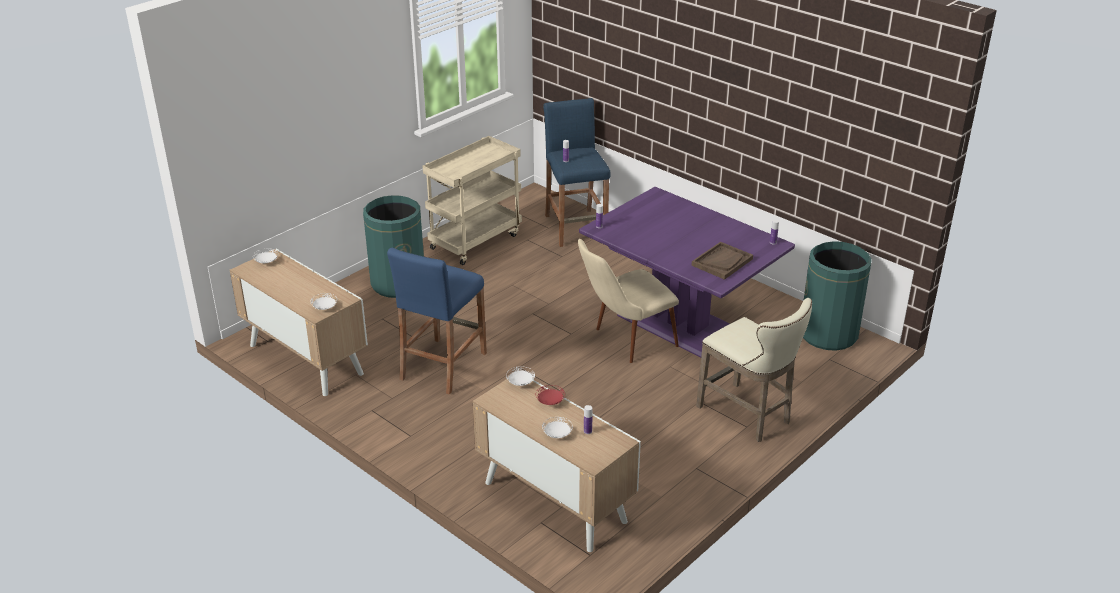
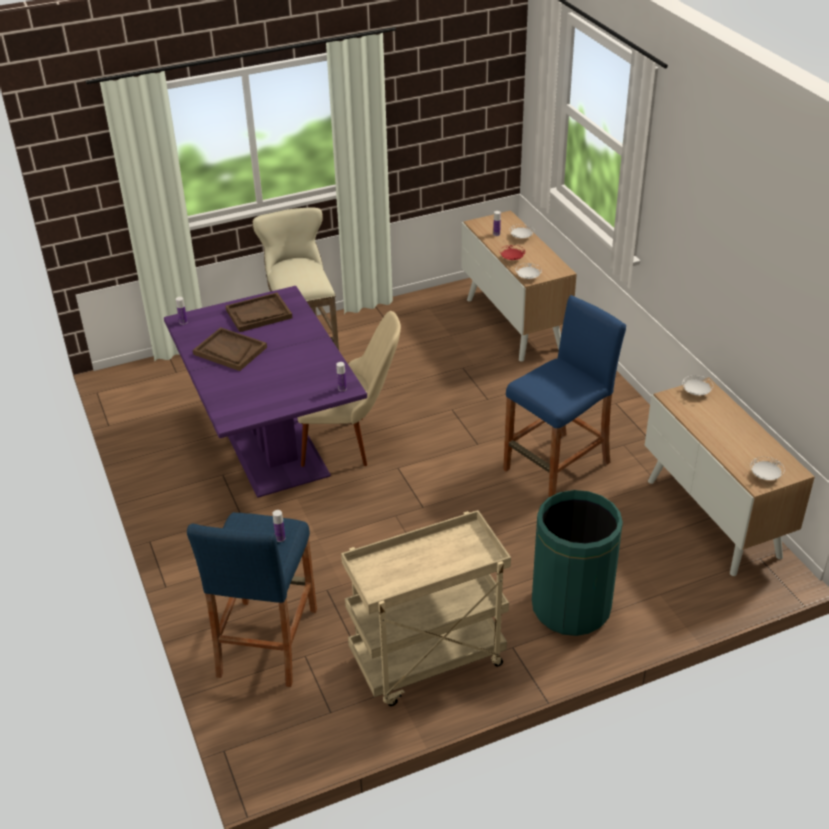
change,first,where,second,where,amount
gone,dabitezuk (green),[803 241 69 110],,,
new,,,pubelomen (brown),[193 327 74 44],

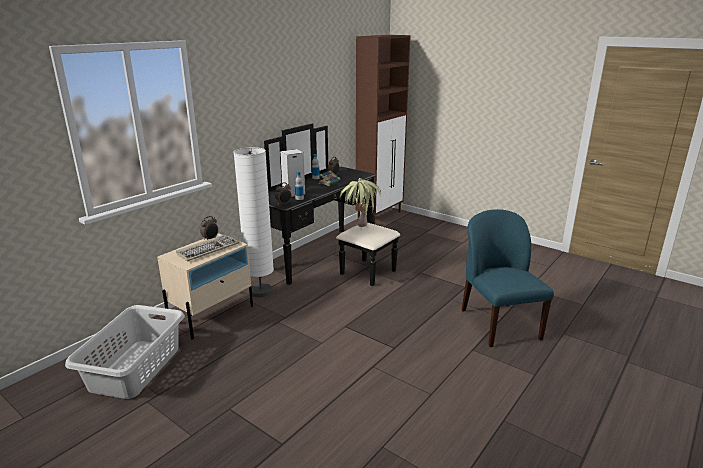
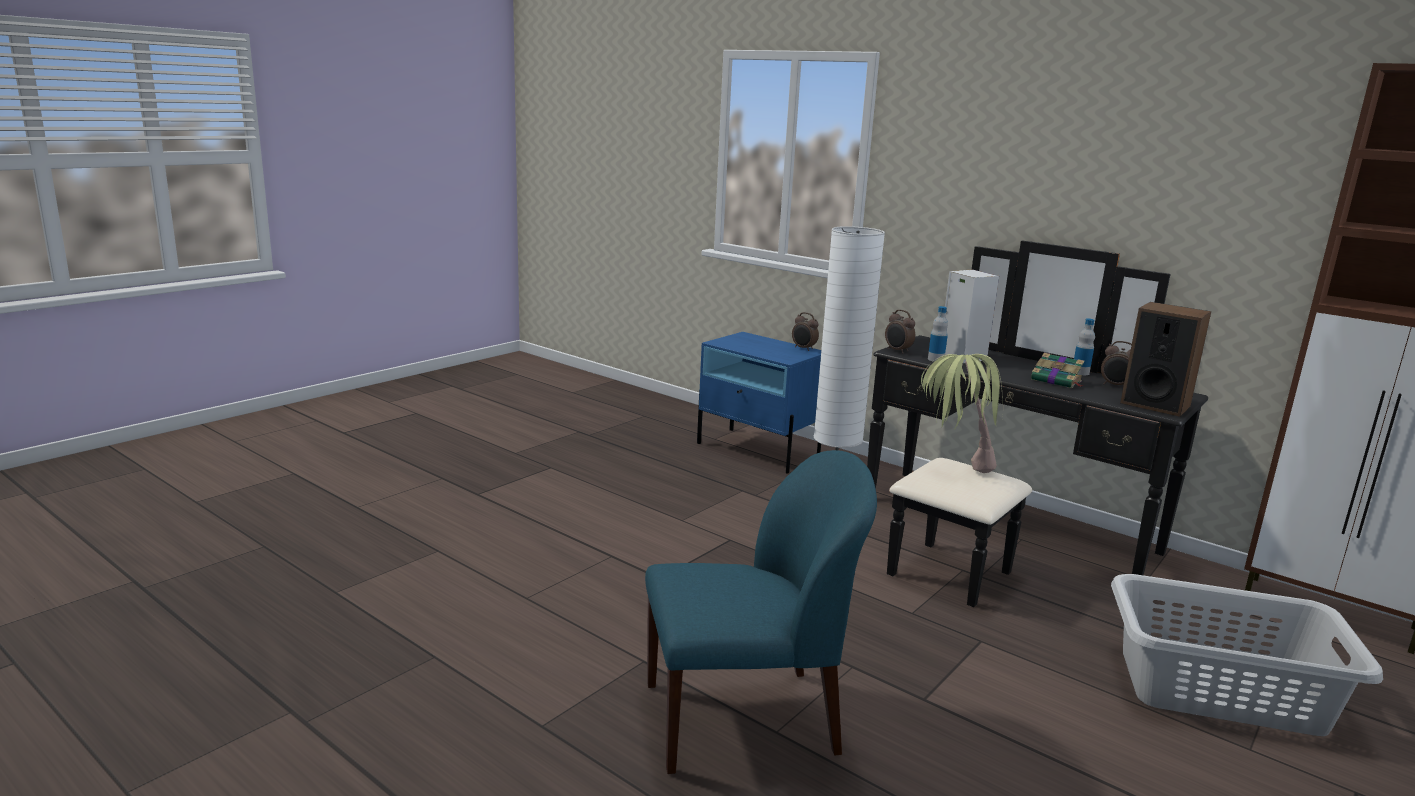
change,first,where,second,where,amount
repainted,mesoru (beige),[157 233 96 107],mesoru (blue),[697 332 124 141],
gone,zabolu,[176 234 64 27],,,
shifted,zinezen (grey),[65 305 120 94],,[1111 574 272 162],
new,,,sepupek,[1120 302 91 115],

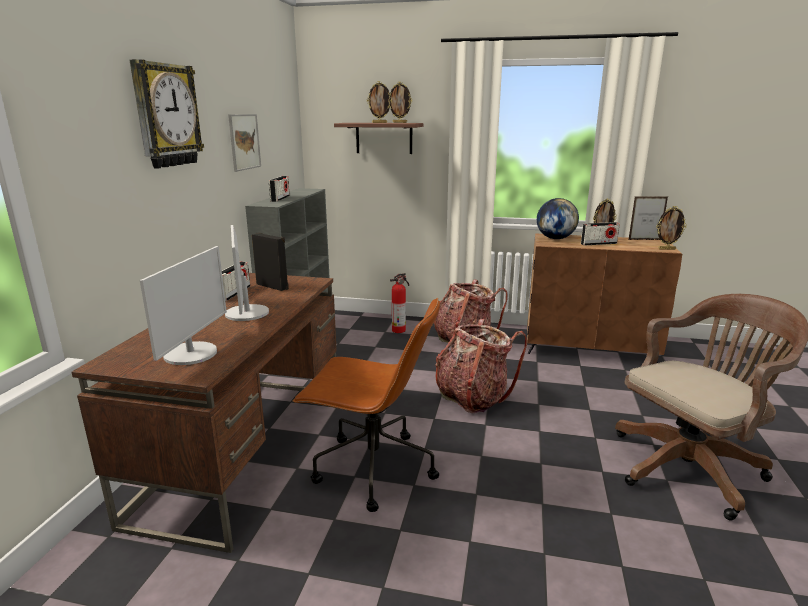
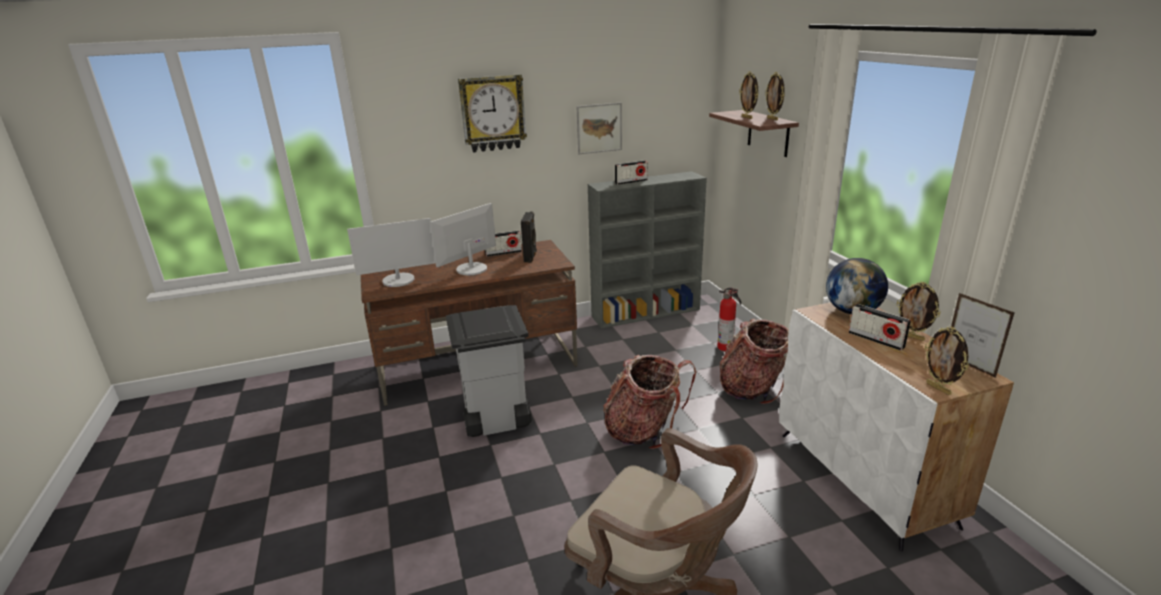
change,first,where,second,where,amount
repainted,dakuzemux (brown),[527 233 155 130],dakuzemux (white),[779 302 235 249],
swapped,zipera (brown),[293 298 147 214],dabitezuk (grey),[446 305 86 132],

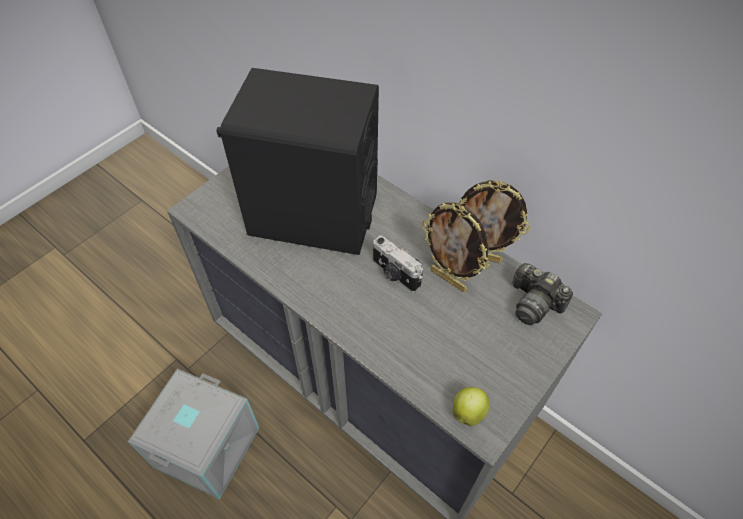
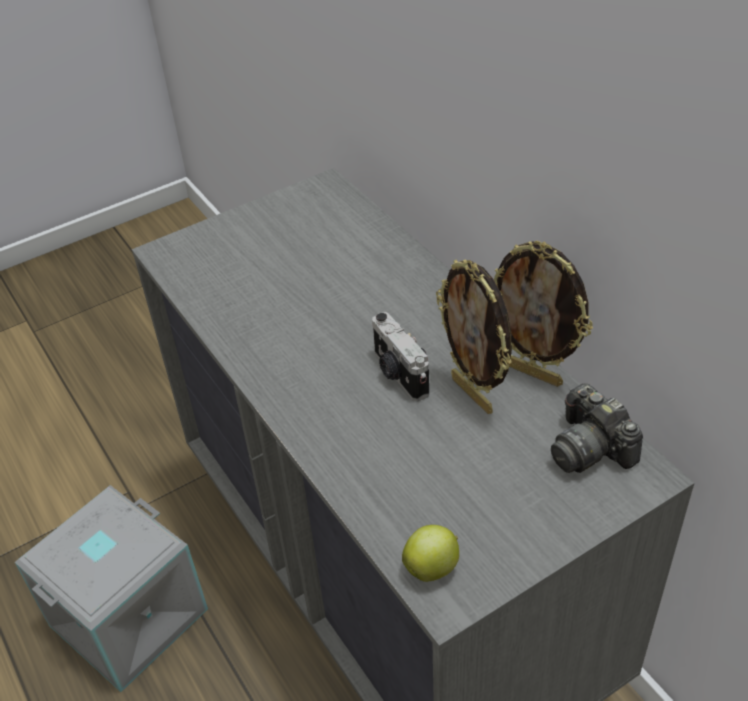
change,first,where,second,where,amount
gone,sepupek (black),[216 68 163 187],,,

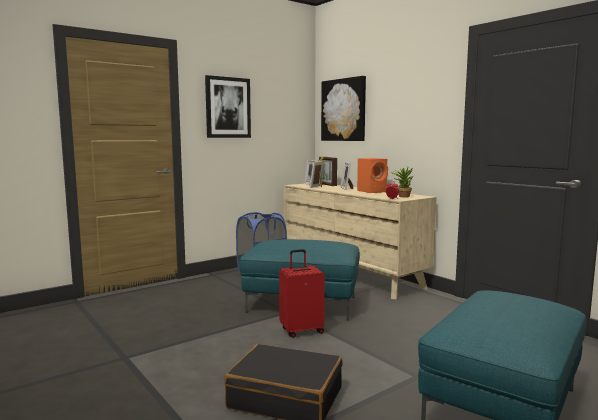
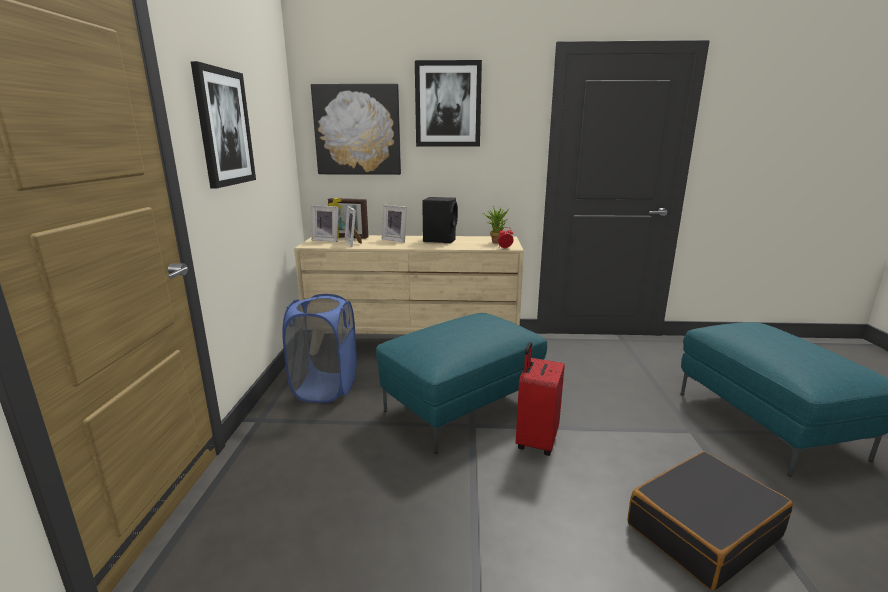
change,first,where,second,where,amount
repainted,sepupek (orange),[357 158 31 35],sepupek (black),[422 197 36 46],
new,,,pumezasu,[415 60 67 86],

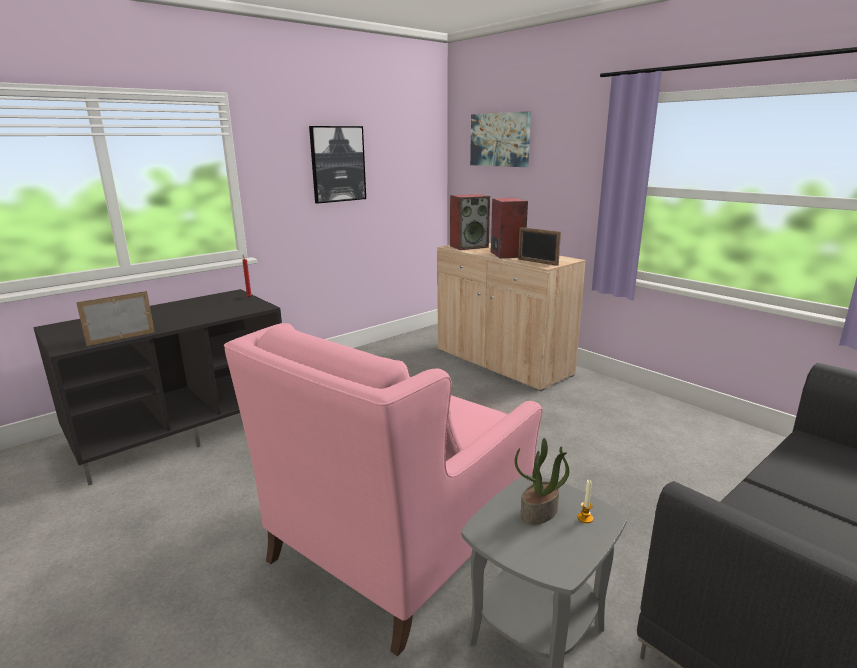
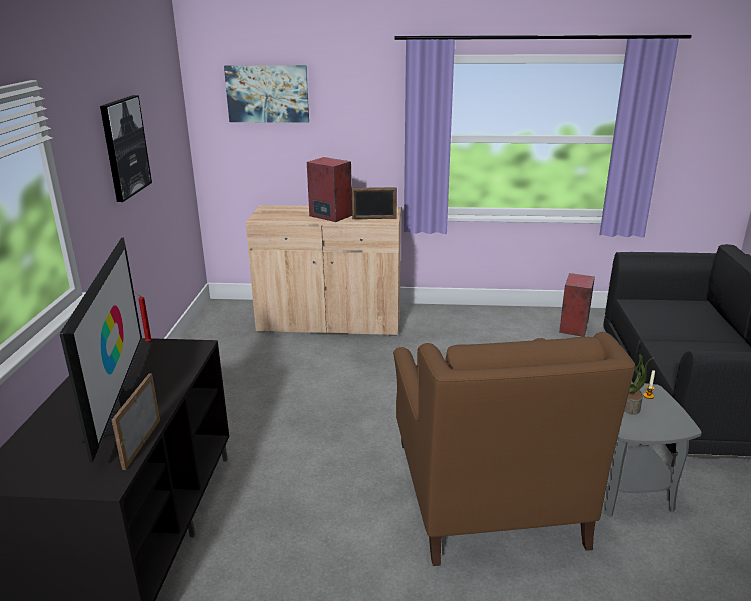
change,first,where,second,where,amount
shifted,sepupek,[450 194 40 56],,[559 273 36 64],
repainted,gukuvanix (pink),[224 323 319 333],gukuvanix (brown),[393 332 242 234],
new,,,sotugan,[60 238 85 225],

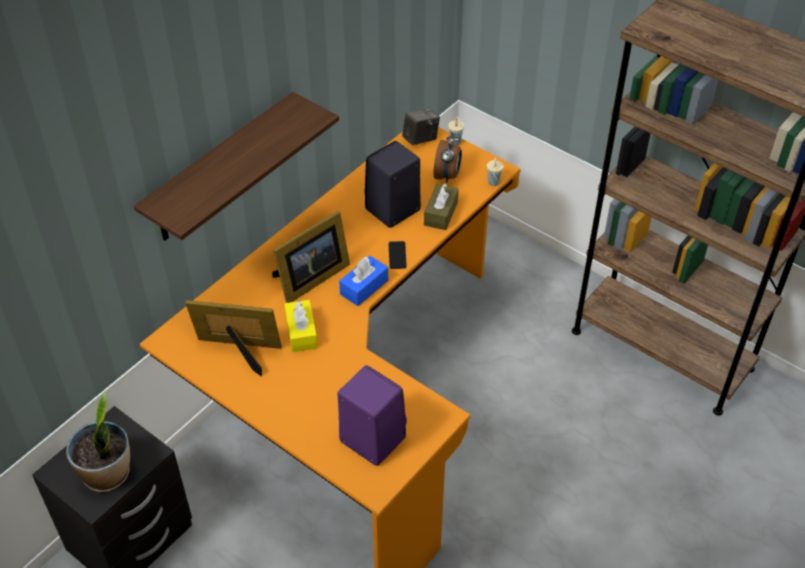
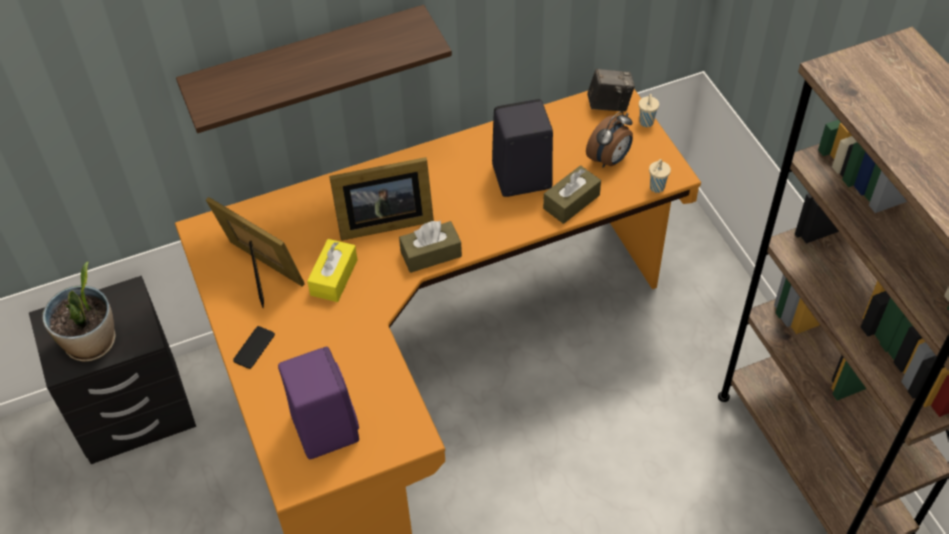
change,first,where,second,where,amount
shifted,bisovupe,[389 241 18 28],,[233 326 42 43],
repainted,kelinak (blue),[339 256 49 50],kelinak (brown),[399 220 63 53],

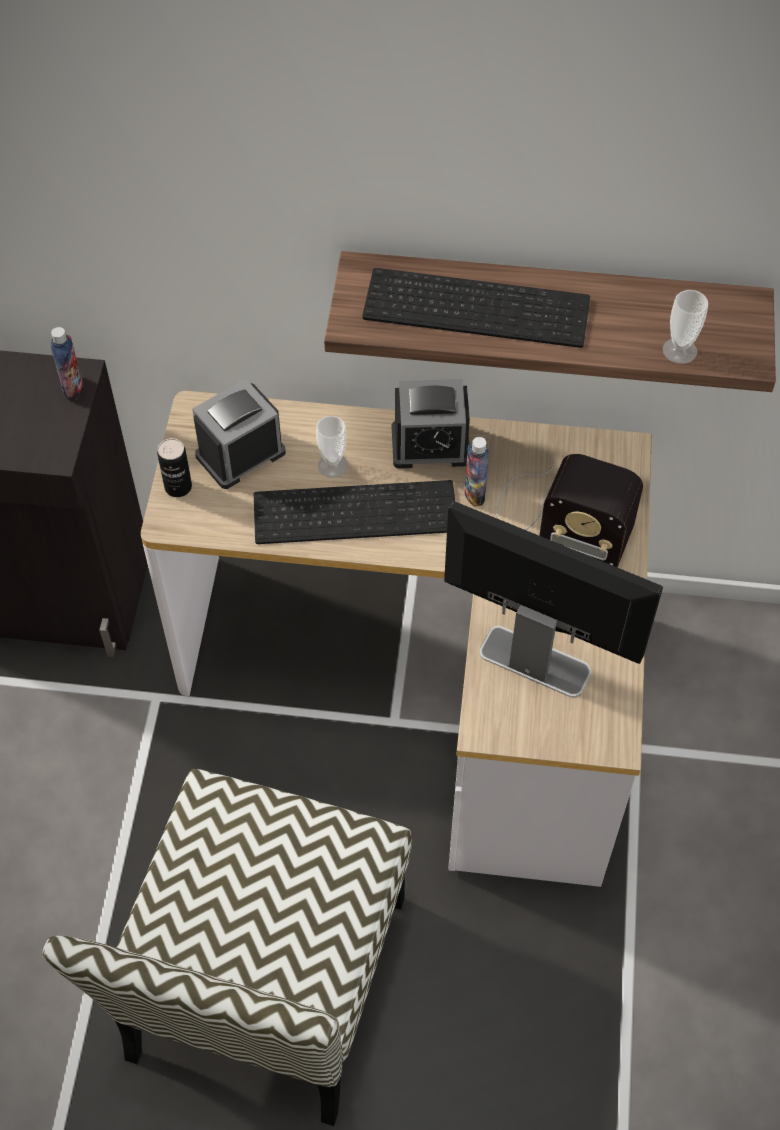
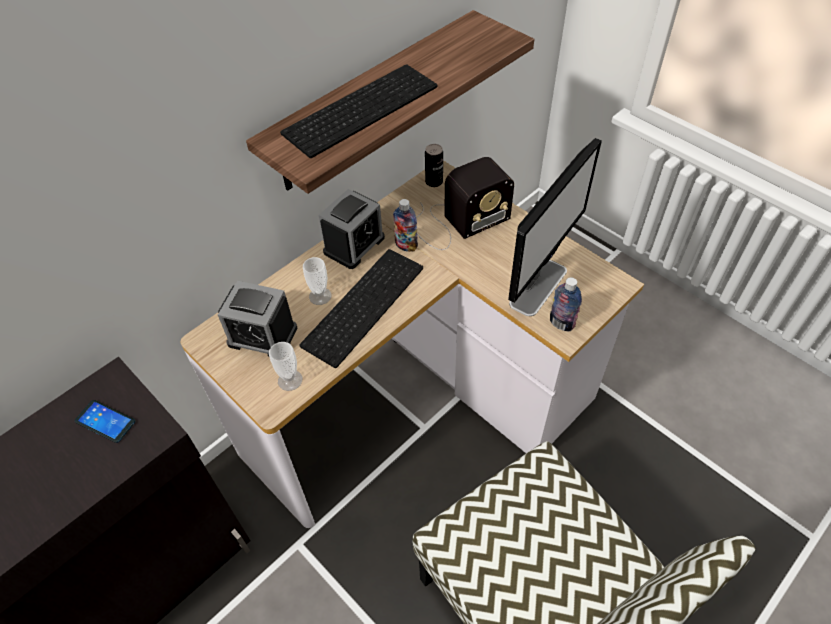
change,first,where,second,where,amount
shifted,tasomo,[663 290 45 74],,[269 342 33 49],
shifted,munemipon,[50 327 33 73],,[550 277 32 55],
rotated,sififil,[192 378 94 111],,[218 281 79 76],75 degrees counterclockwise
shifted,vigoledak,[157 438 35 59],,[425 144 18 43],
rotated,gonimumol,[444 501 219 196],,[508 138 94 178],150 degrees clockwise
new,,,bisovupe,[75 400 60 43],

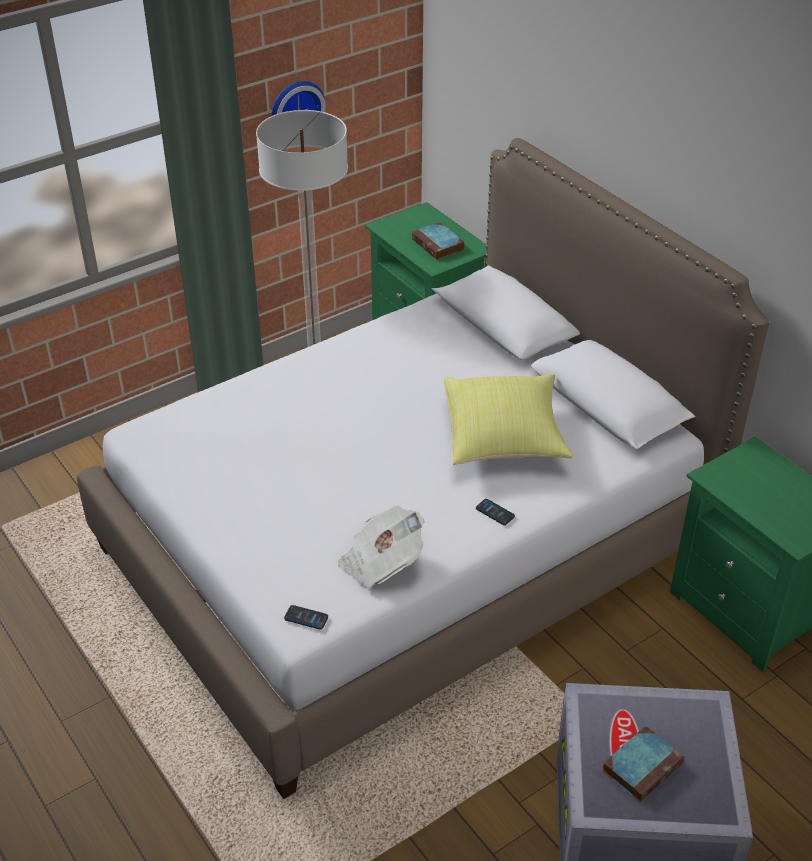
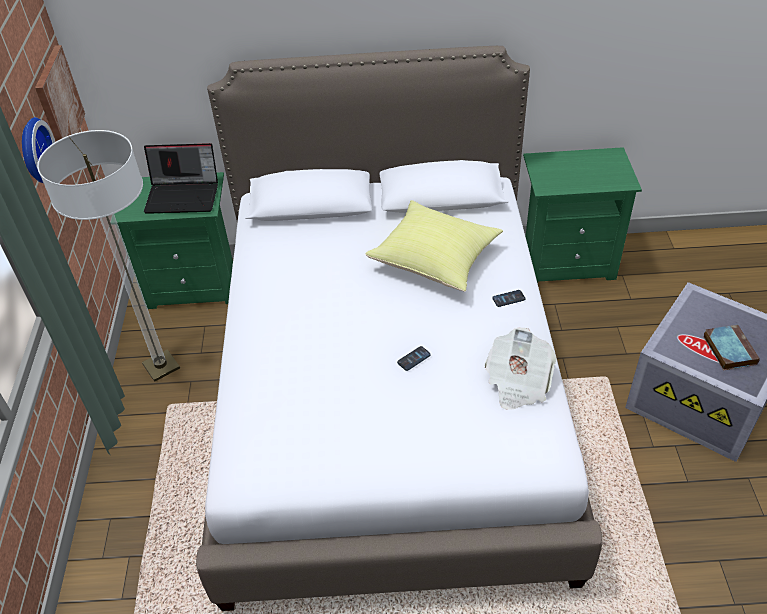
change,first,where,second,where,amount
swapped,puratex,[412 222 53 38],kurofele,[144 143 74 71],
shifted,bisovupe,[284 605 44 24],,[397 346 34 25],
new,,,pumezasu,[35 45 50 96],

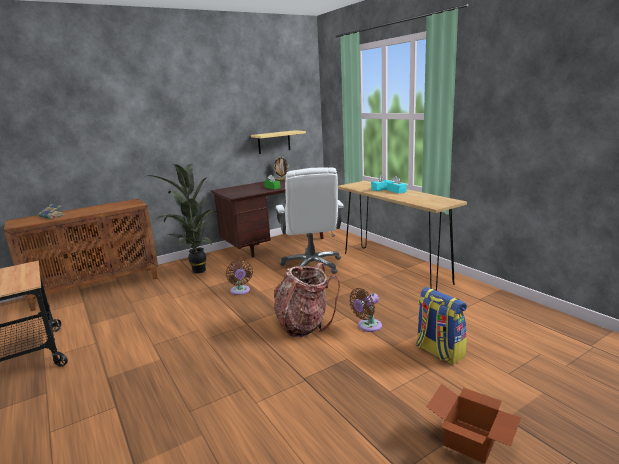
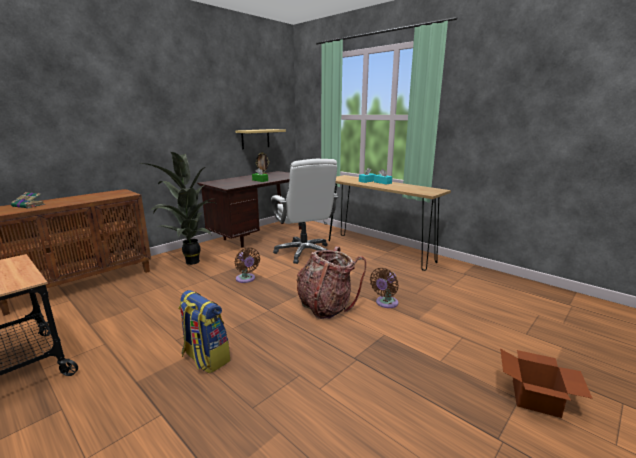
change,first,where,second,where,amount
shifted,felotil,[416 287 51 78],,[178 290 52 83],

